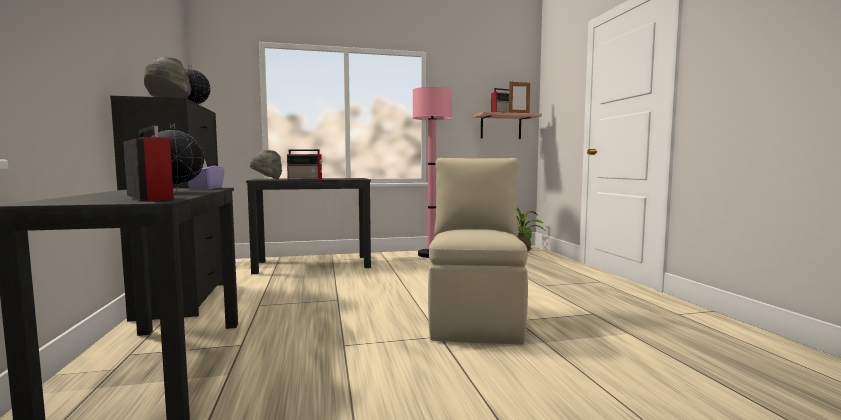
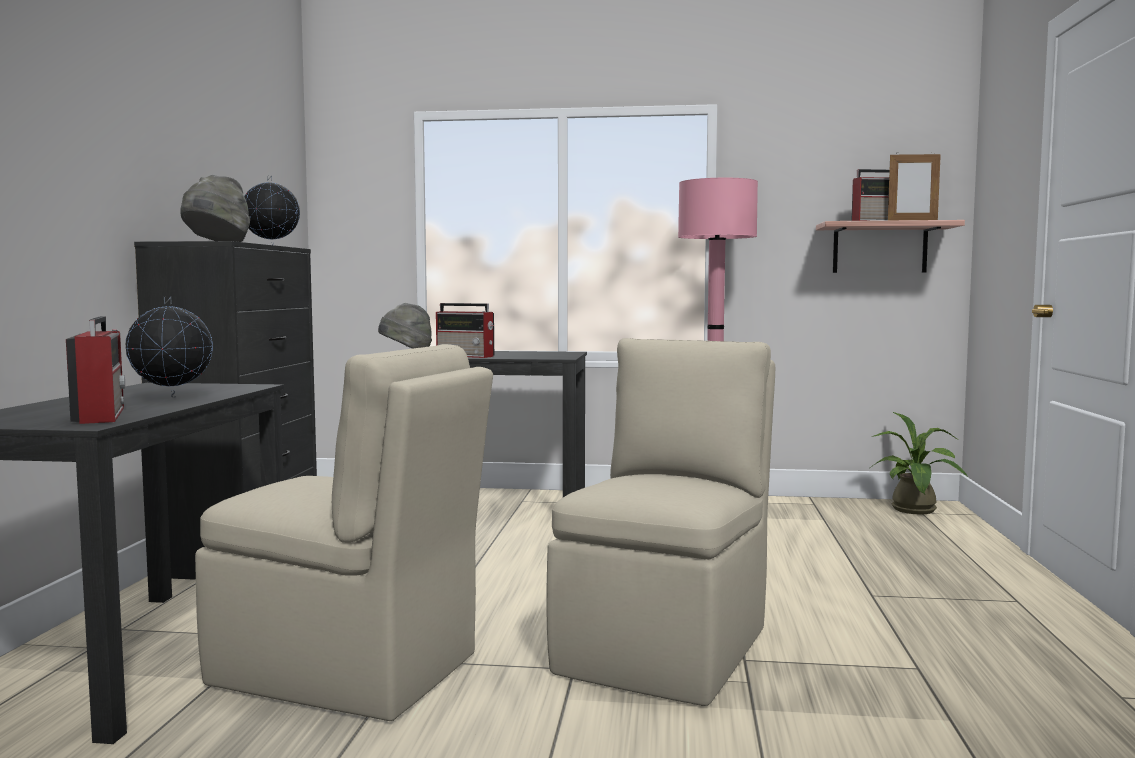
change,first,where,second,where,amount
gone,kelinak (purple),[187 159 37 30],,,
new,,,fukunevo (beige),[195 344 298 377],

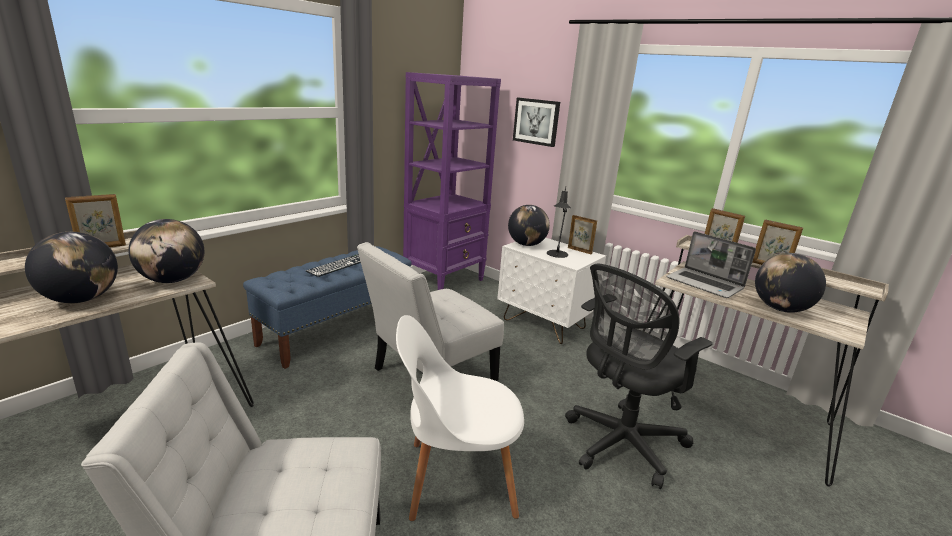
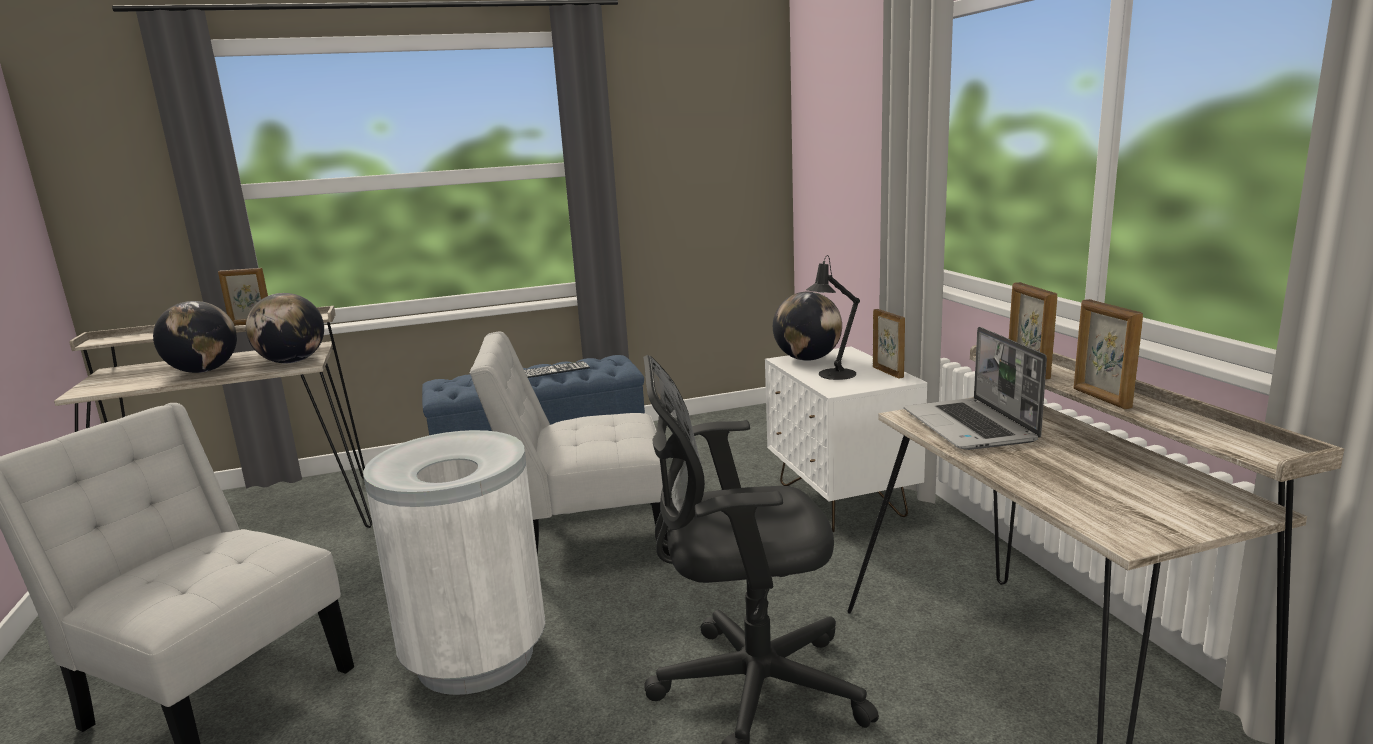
change,first,where,second,where,amount
gone,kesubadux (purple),[403 72 98 218],,,
gone,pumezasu,[513 98 47 49],,,
gone,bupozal,[755 253 71 60],,,
swapped,fukunevo (white),[396 315 128 206],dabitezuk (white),[363 430 182 265],

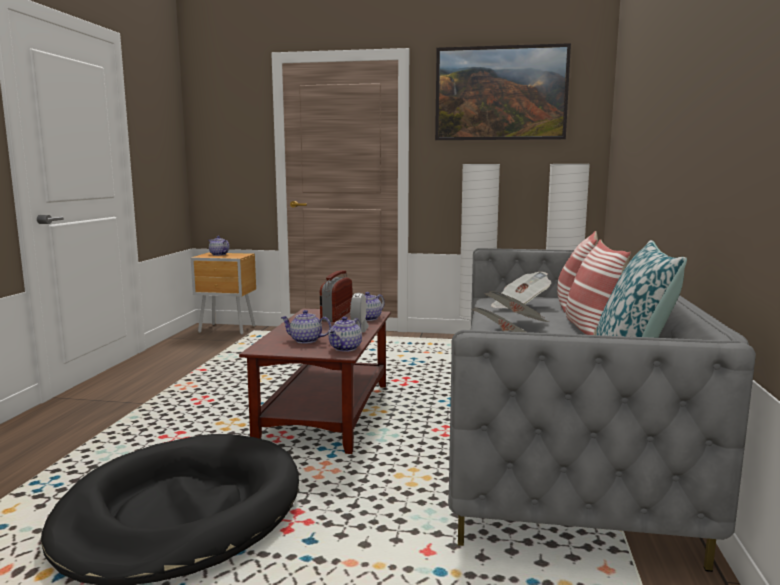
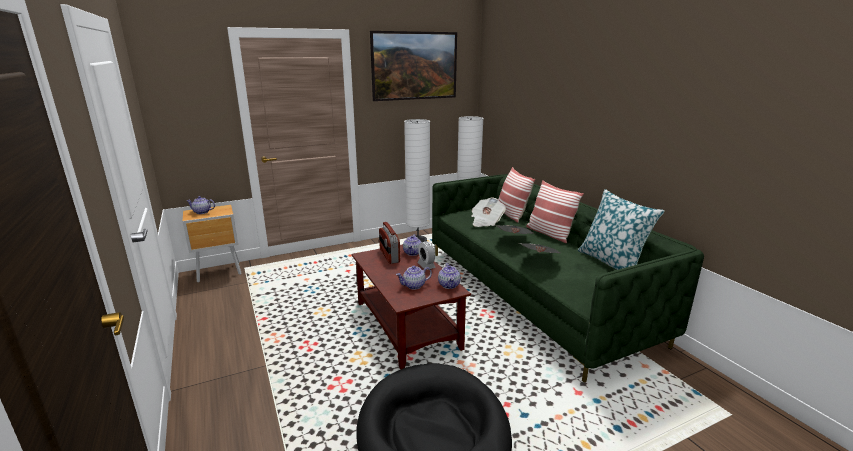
change,first,where,second,where,amount
repainted,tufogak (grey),[448 248 308 324],tufogak (green),[432 174 272 209],

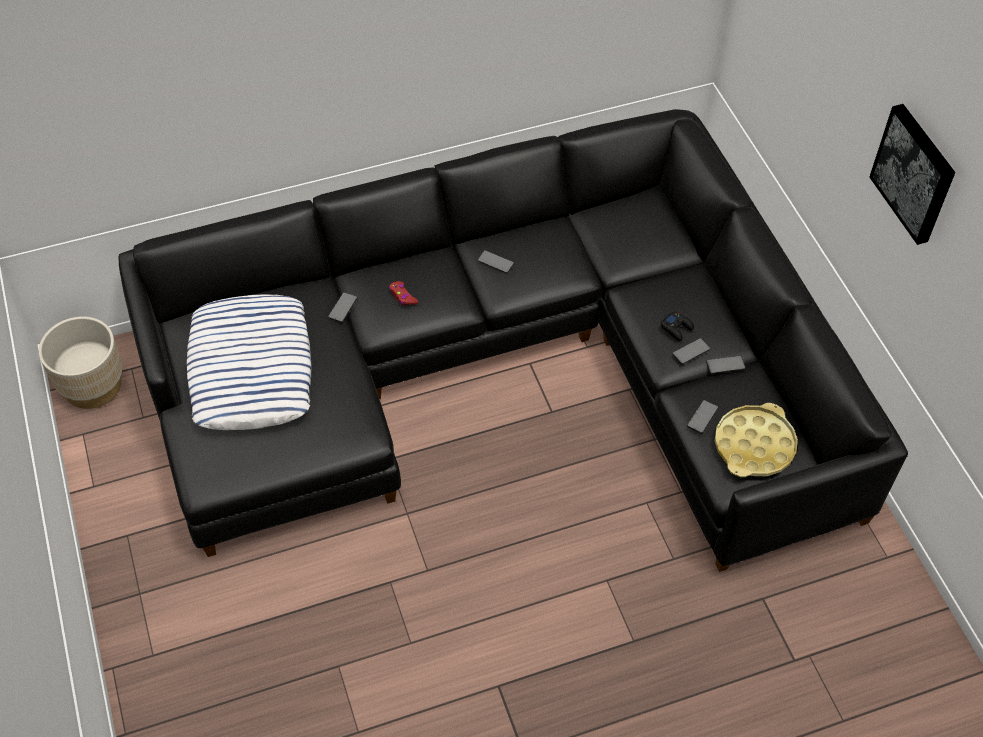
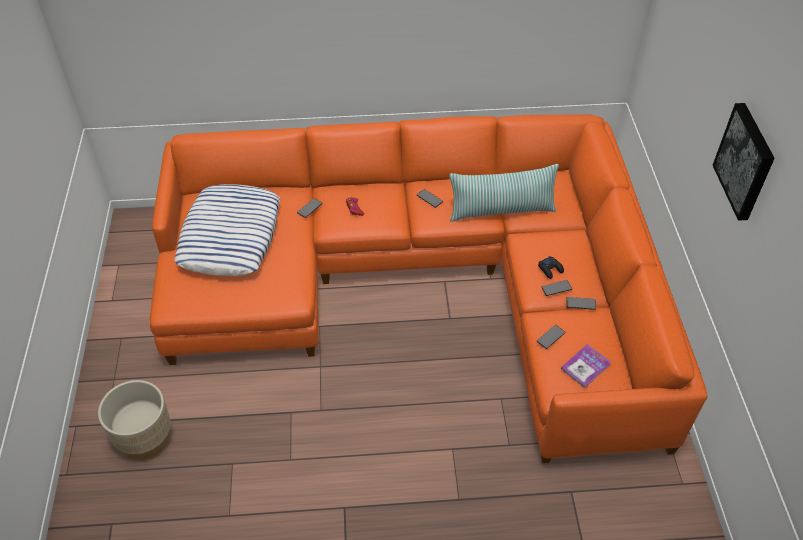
change,first,where,second,where,amount
repainted,tufogak (black),[119 109 789 463],tufogak (orange),[150 115 558 348],
shifted,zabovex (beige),[39 316 83 93],,[98 380 72 80],
swapped,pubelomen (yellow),[715 403 83 74],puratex,[561 344 50 44],
new,,,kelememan,[449 164 110 58],

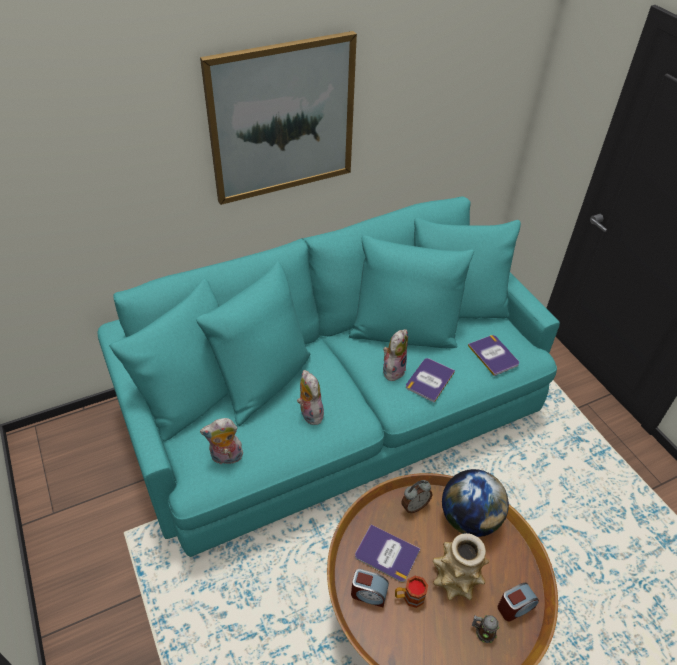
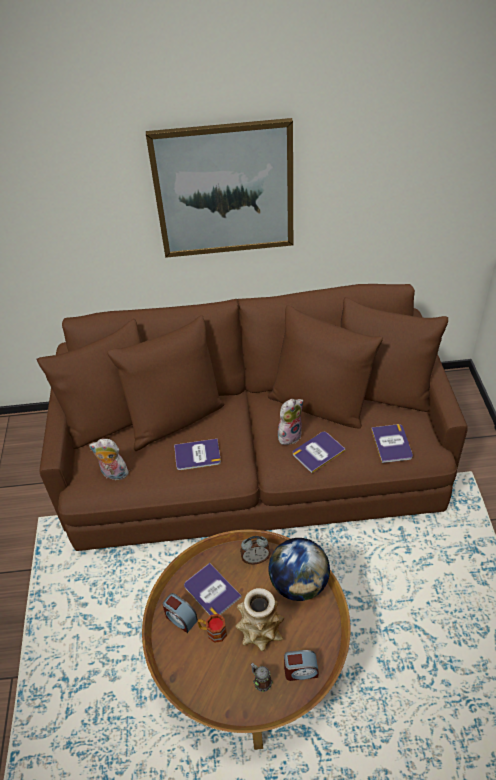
change,first,where,second,where,amount
repainted,tufogak (turquoise),[97 196 463 361],tufogak (brown),[37 284 431 267],
swapped,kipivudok,[297 370 27 55],puratex,[174 439 47 31],

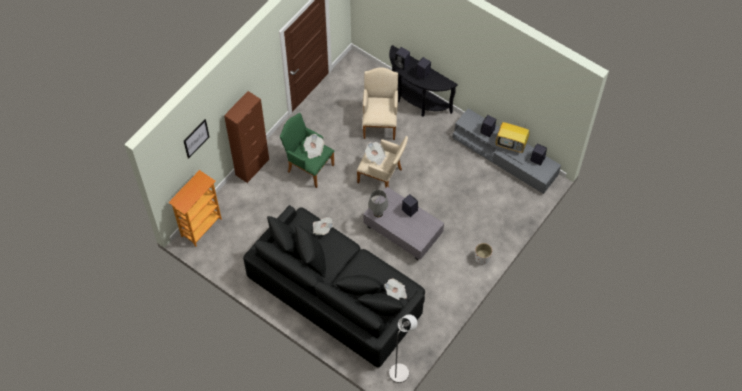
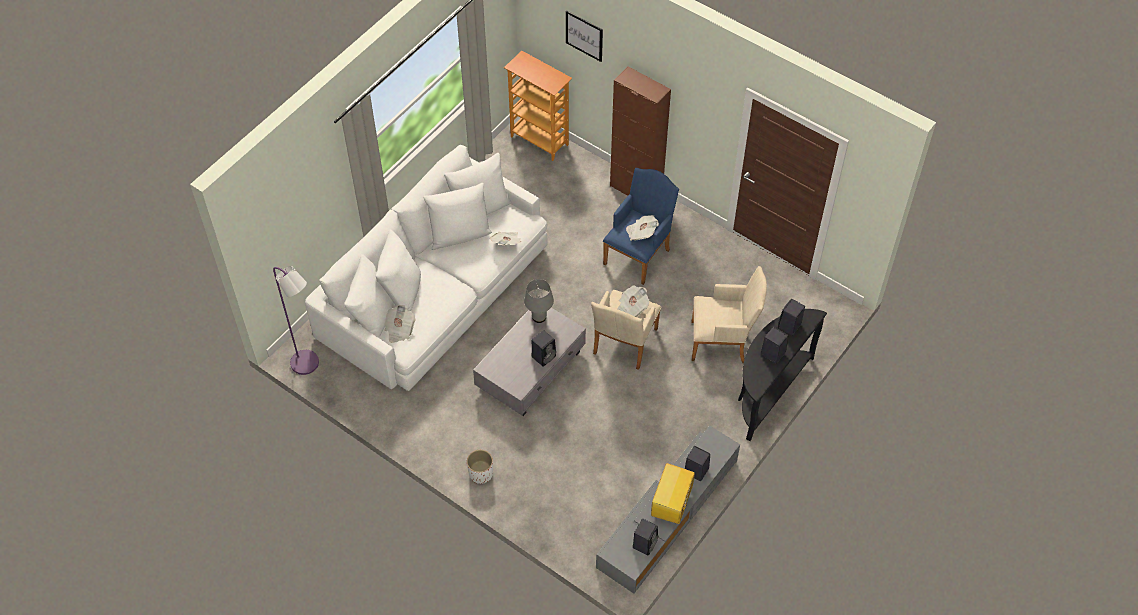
change,first,where,second,where,amount
repainted,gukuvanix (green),[280 112 54 76],gukuvanix (blue),[603 168 76 117],
repainted,tufogak (black),[243 205 182 162],tufogak (white),[305 145 242 246],
repainted,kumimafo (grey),[389 314 29 69],kumimafo (purple),[273 266 46 109],

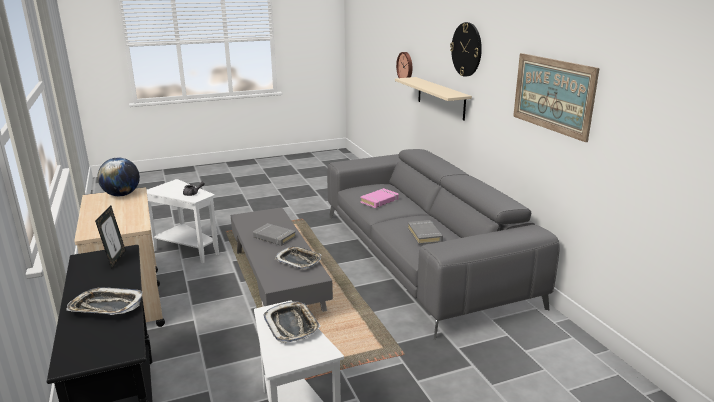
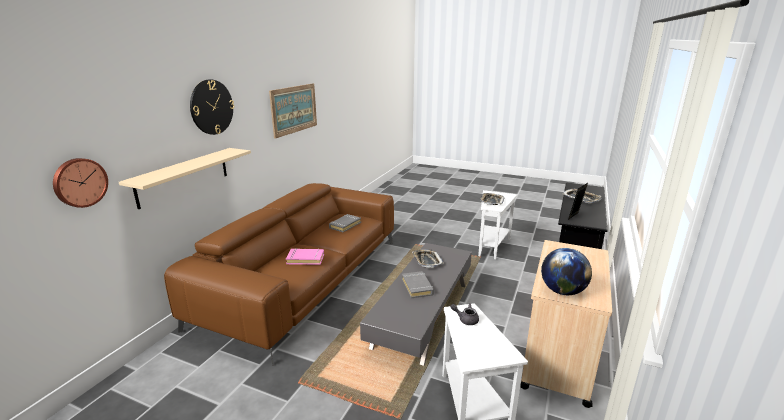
change,first,where,second,where,amount
repainted,tufogak (grey),[327 149 233 191],tufogak (brown),[164 183 230 183],

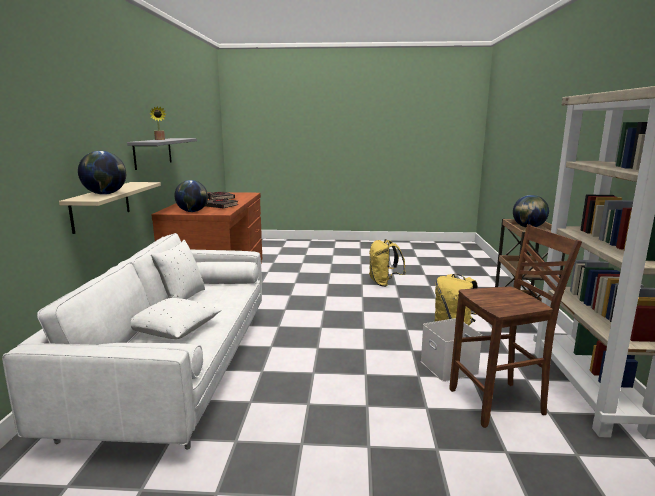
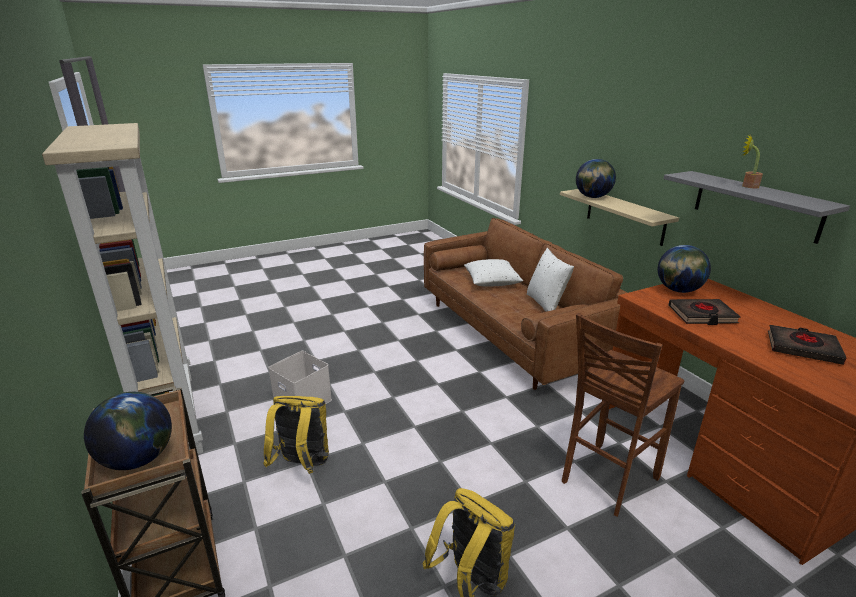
change,first,where,second,where,amount
shifted,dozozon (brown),[449 224 133 204],,[562 313 123 204],
repainted,tufogak (white),[2 233 260 217],tufogak (brown),[424 218 204 172],

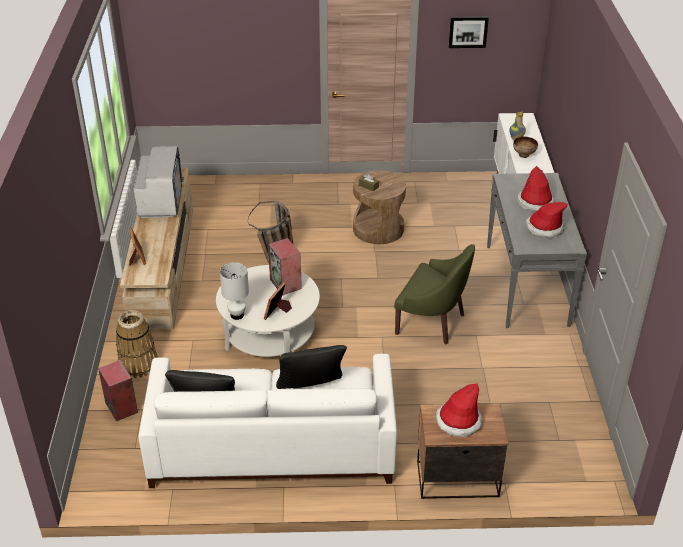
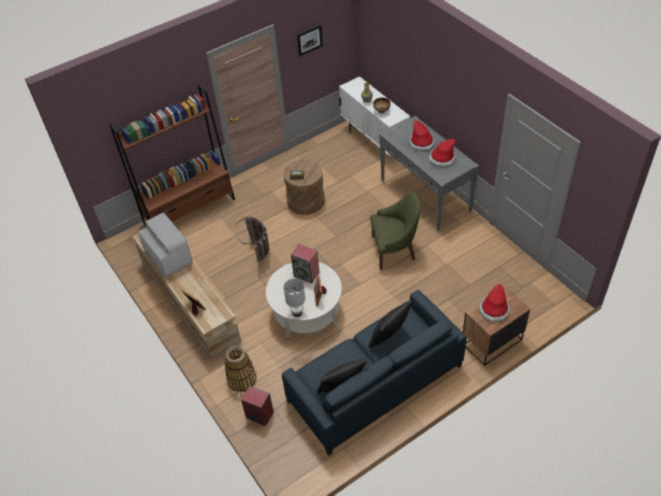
change,first,where,second,where,amount
repainted,tufogak (white),[138 354 259 134],tufogak (blue),[282 290 185 166],
new,,,kesubadux (brown),[109 84 126 142],

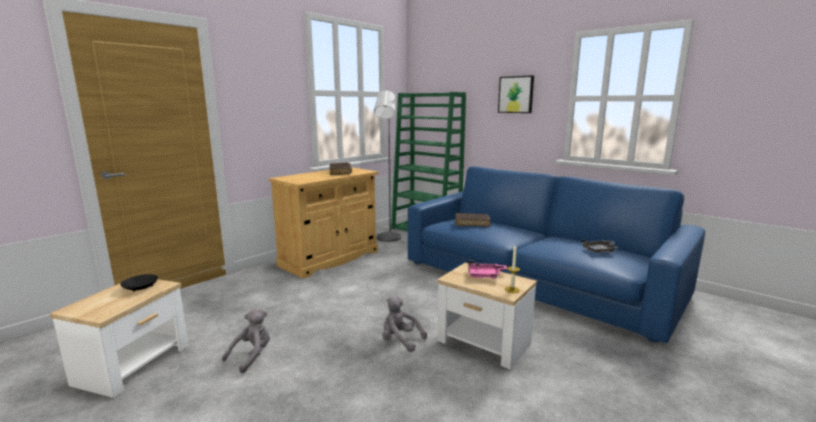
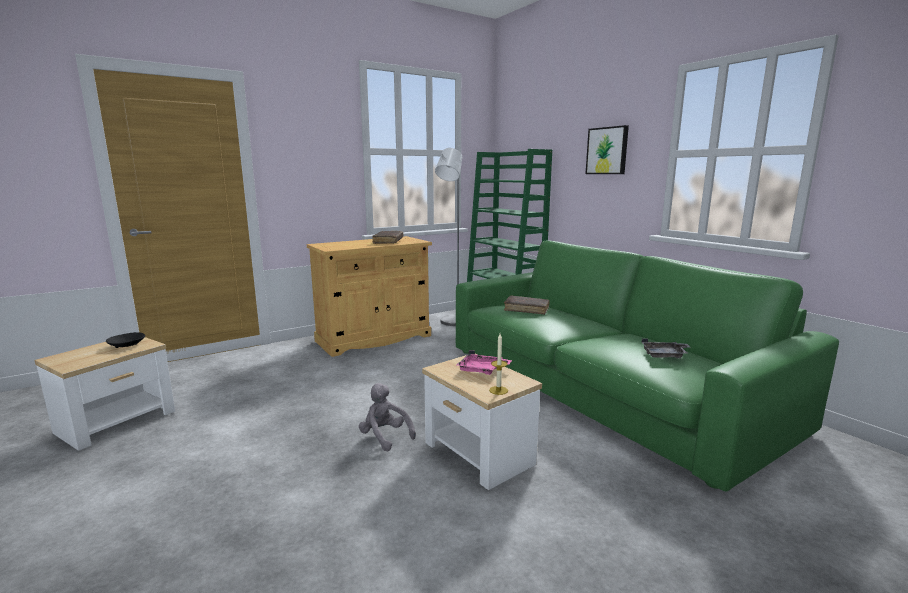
change,first,where,second,where,amount
repainted,tufogak (blue),[408 166 297 177],tufogak (green),[456 240 383 251],
gone,kipivudok (grey),[222 308 48 65],,,

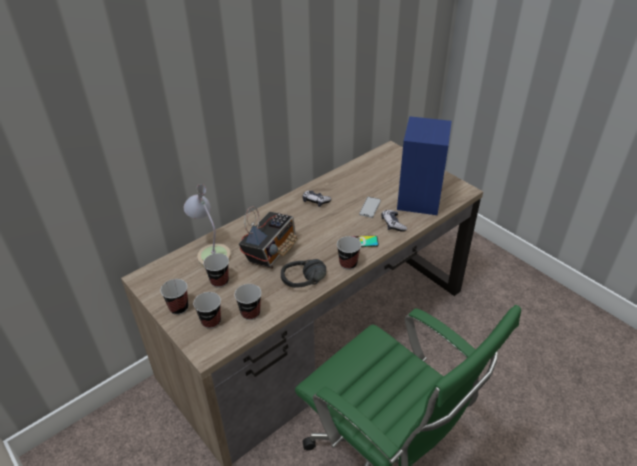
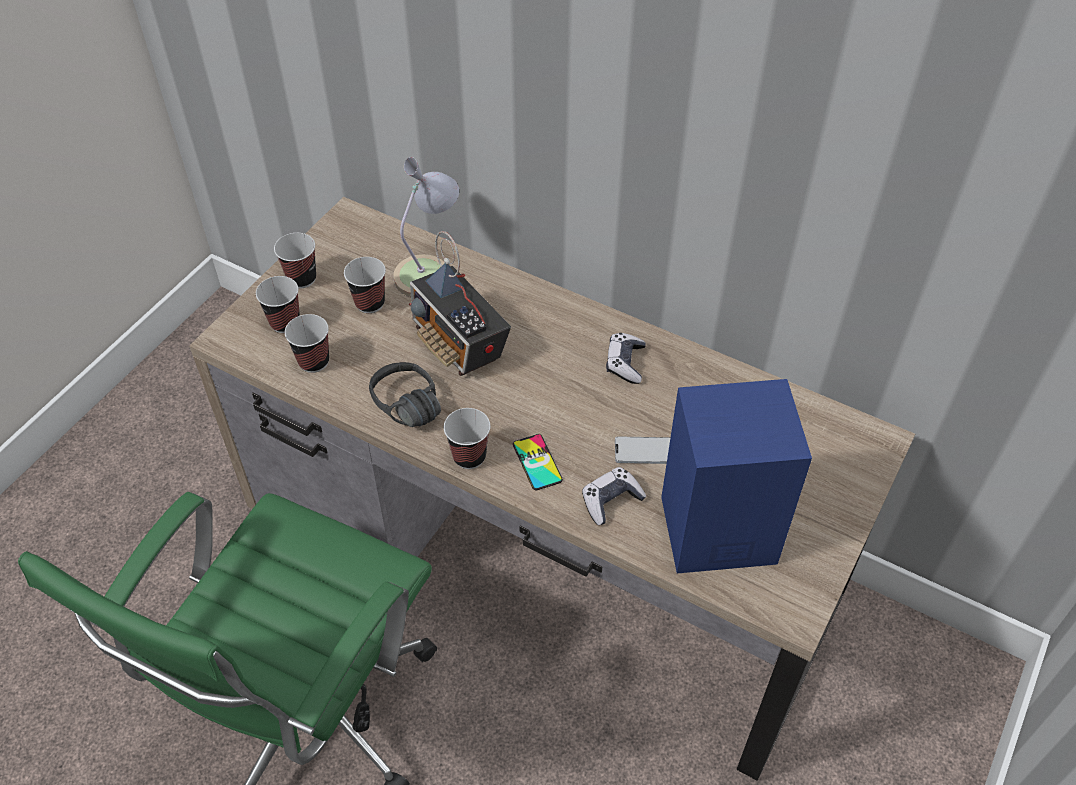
change,first,where,second,where,amount
rotated,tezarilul,[239 206 59 63],,[409 231 102 145],45 degrees clockwise

